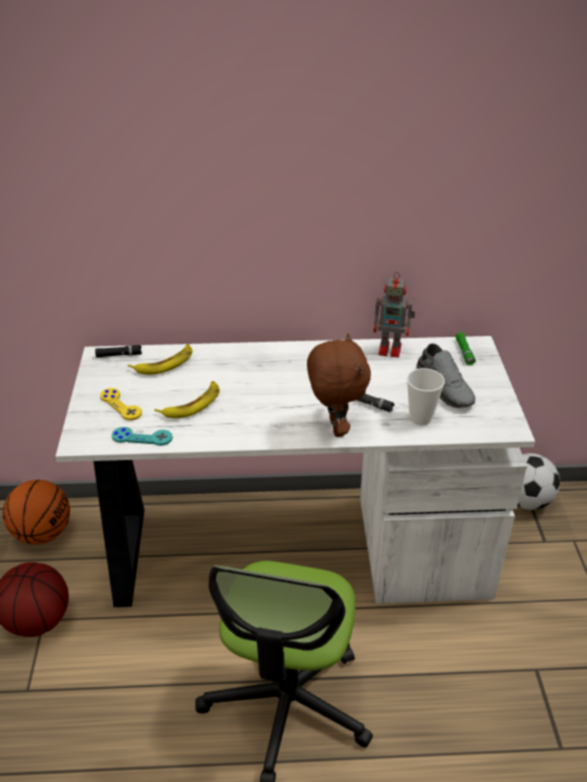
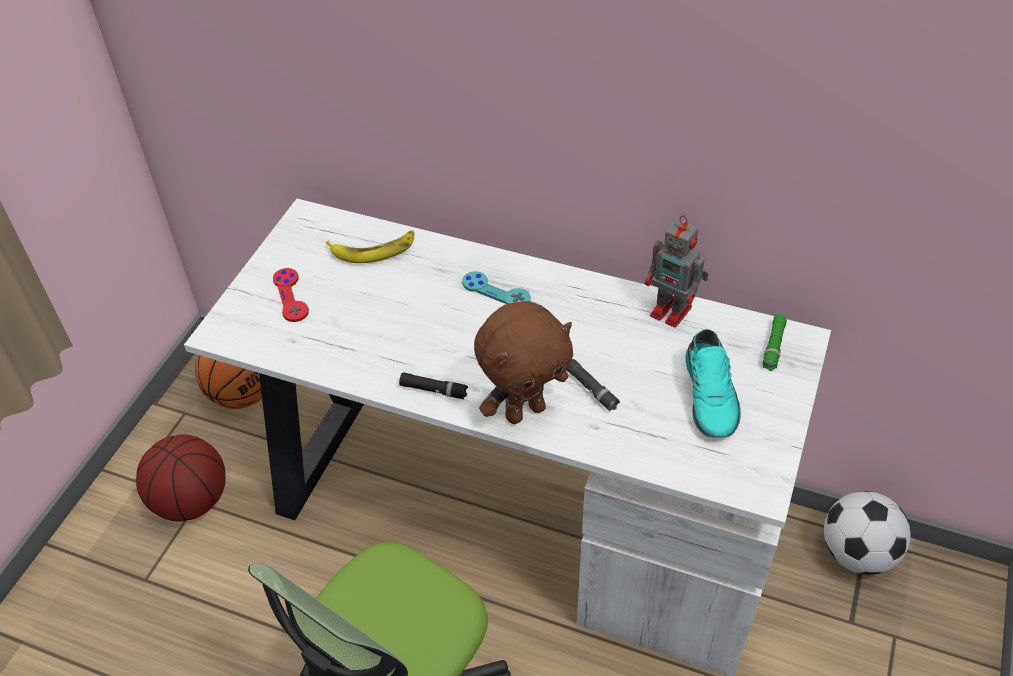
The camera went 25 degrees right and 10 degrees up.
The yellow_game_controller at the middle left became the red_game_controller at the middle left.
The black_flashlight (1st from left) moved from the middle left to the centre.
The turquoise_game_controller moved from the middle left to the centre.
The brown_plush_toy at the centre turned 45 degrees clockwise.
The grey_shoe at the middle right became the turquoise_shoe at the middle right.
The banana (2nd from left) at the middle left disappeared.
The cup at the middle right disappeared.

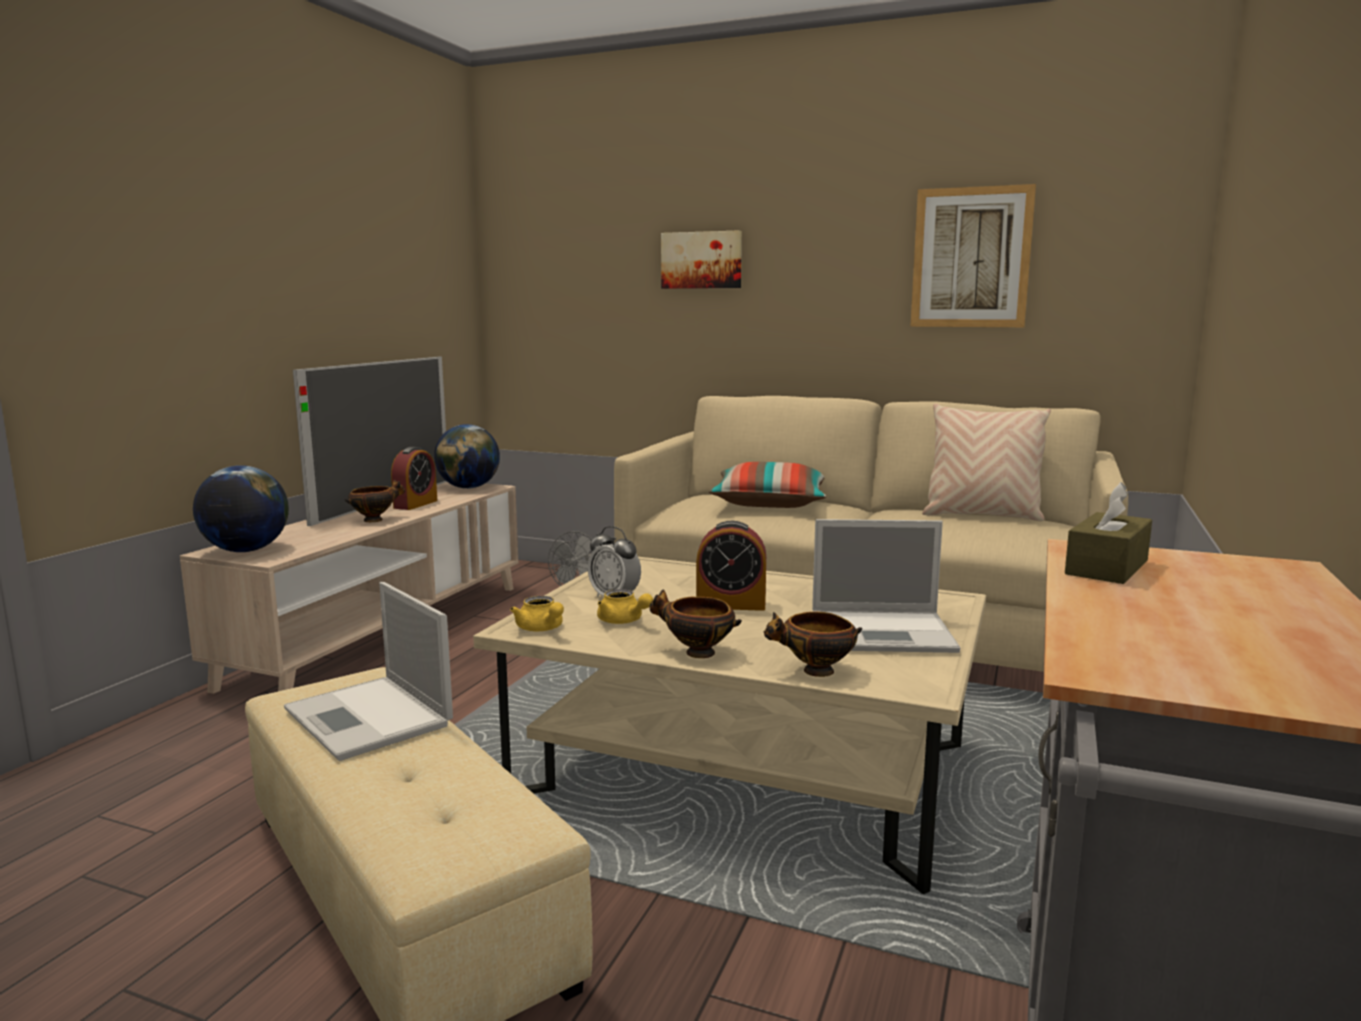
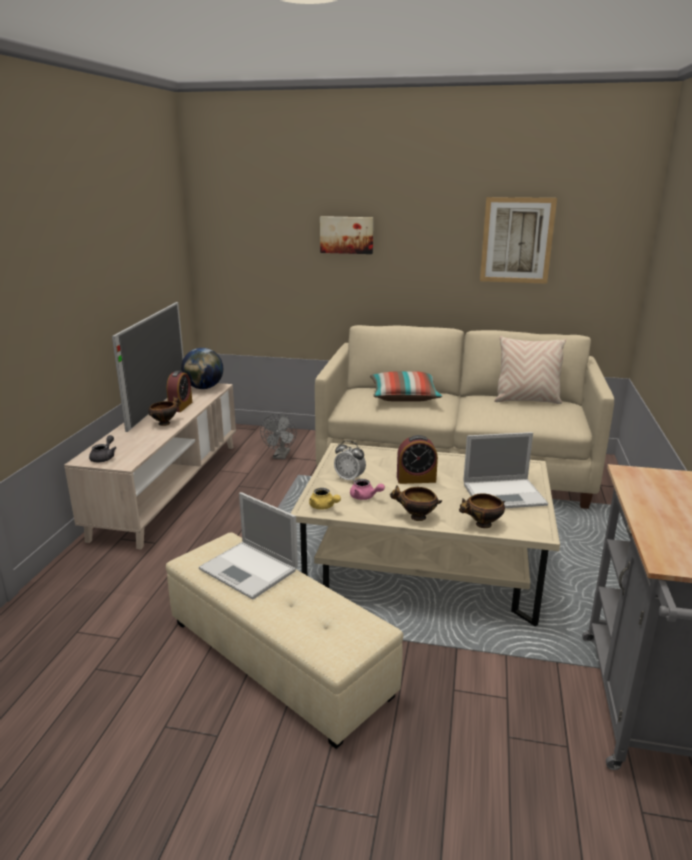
The camera went 10 degrees left and 10 degrees up.
The globe (1st from left) at the middle left was replaced by the grey_teapot at the middle left.
The yellow_teapot (2nd from left) at the centre became the pink_teapot at the centre.
The brown_tissue_box at the middle right disappeared.

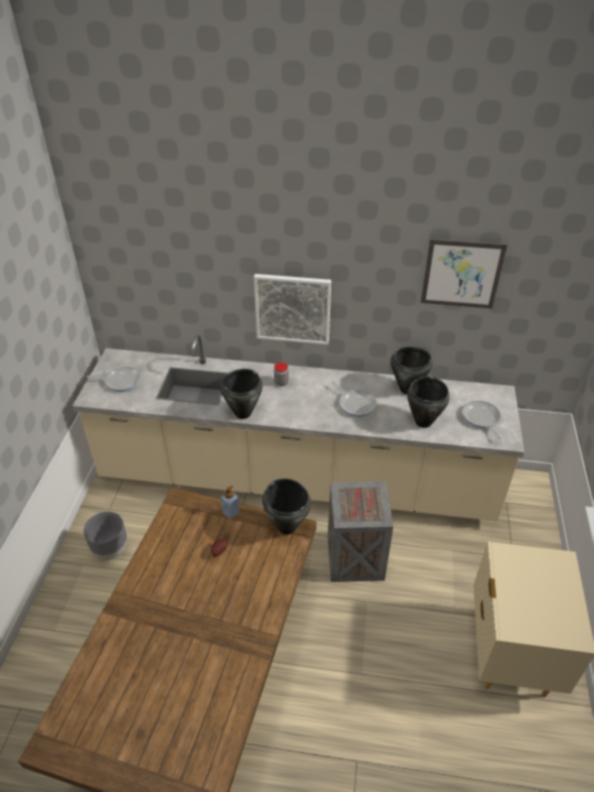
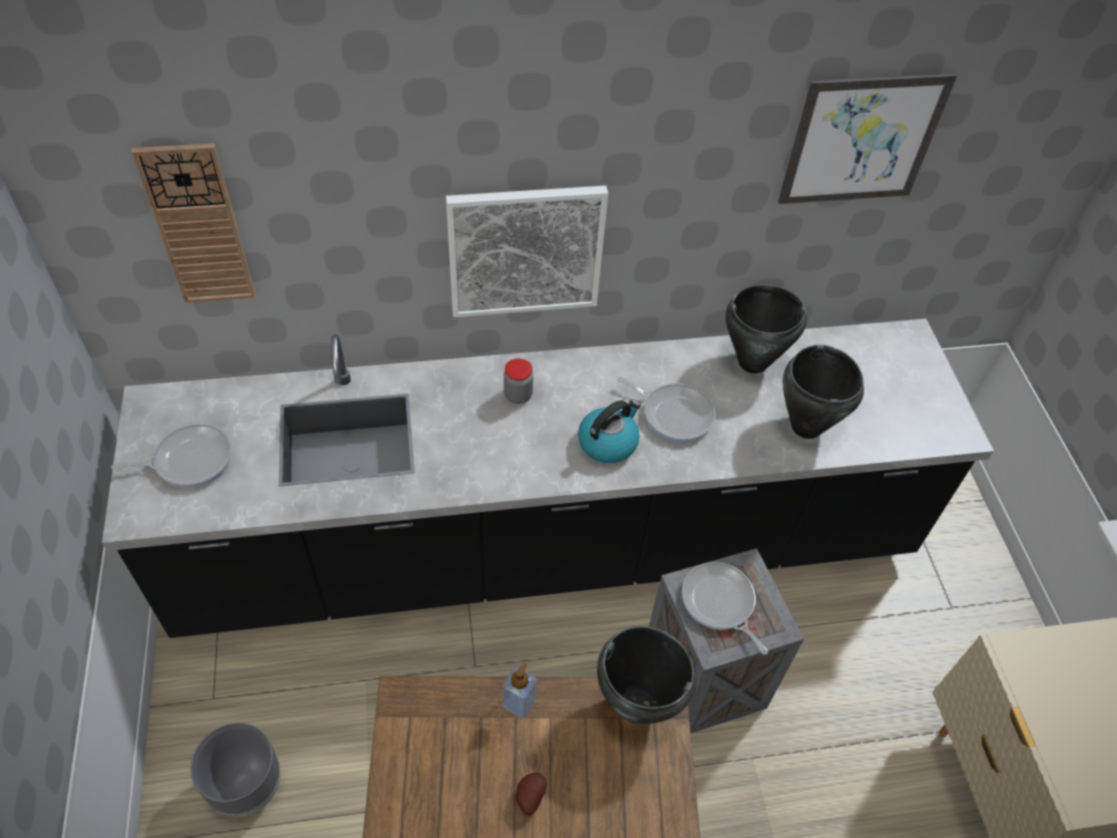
The camera went 20 degrees left and 10 degrees up.
The beige_counter at the centre became the black_counter at the centre.
The wall_clock at the top left appeared.
The kettle at the centre appeared.
The frying_pan (3rd from left) moved from the middle right to the bottom centre.
The black_cooking_pot (1st from left) at the centre disappeared.

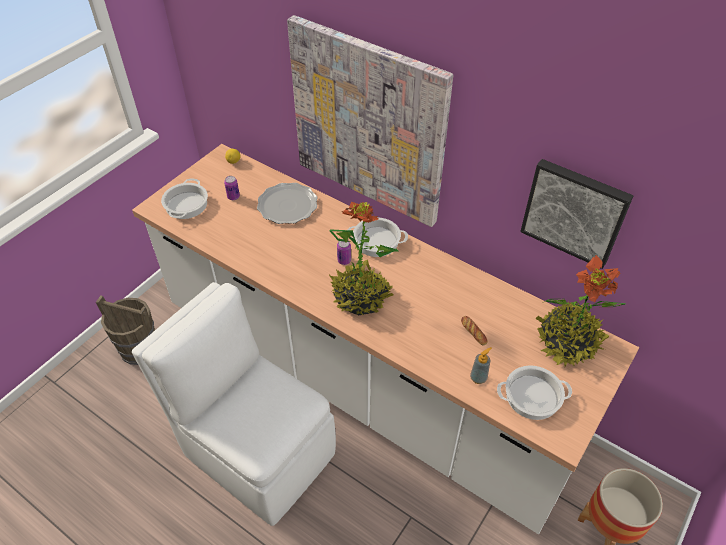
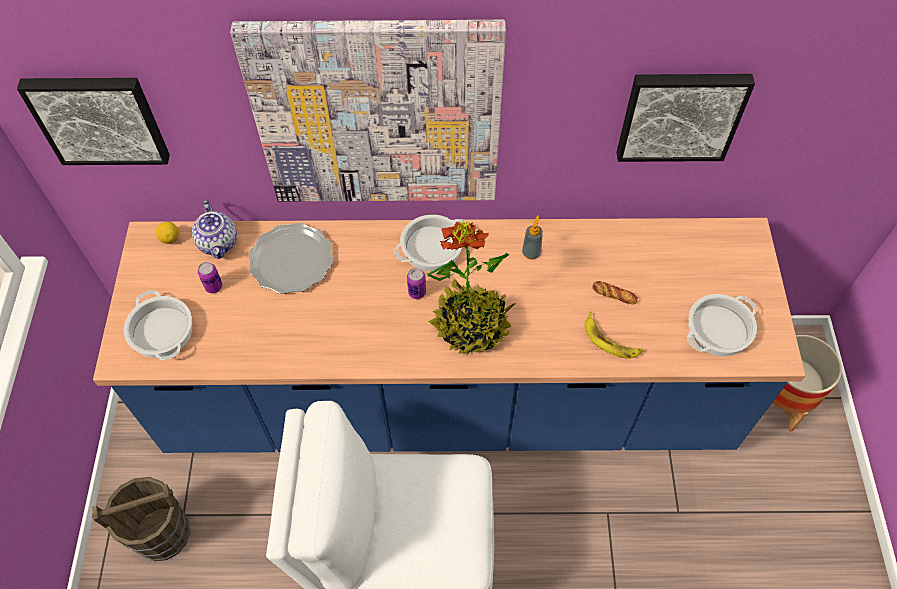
The camera went 35 degrees left and 10 degrees up.
The picture (1st from left) at the top left appeared.
The white_counter at the centre became the blue_counter at the centre.
The teapot at the middle left appeared.
The soap_dispenser moved from the bottom centre to the centre.
The banana at the middle right appeared.
The potted_plant (2nd from left) at the middle right disappeared.

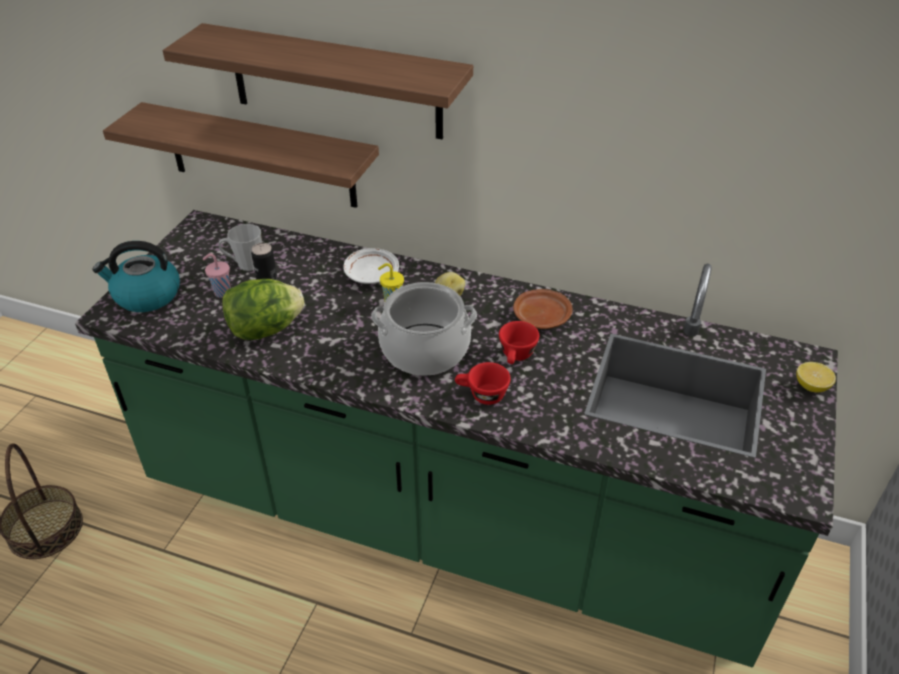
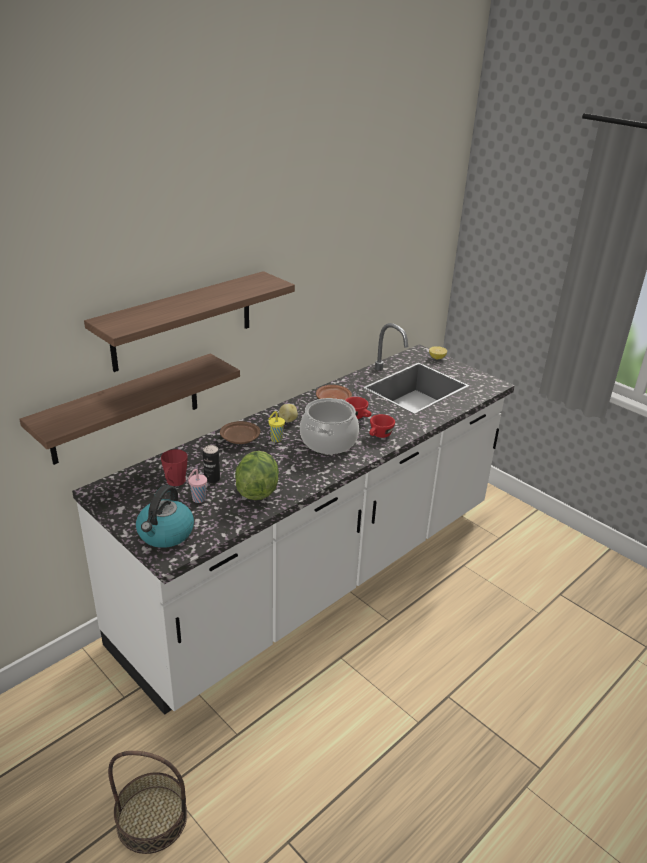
The camera went 65 degrees left and 10 degrees down.
The green_counter at the centre became the white_counter at the centre.
The grey_mug at the middle left became the red_mug at the middle left.
The white_plate at the centre became the brown_plate (1st from left) at the centre.

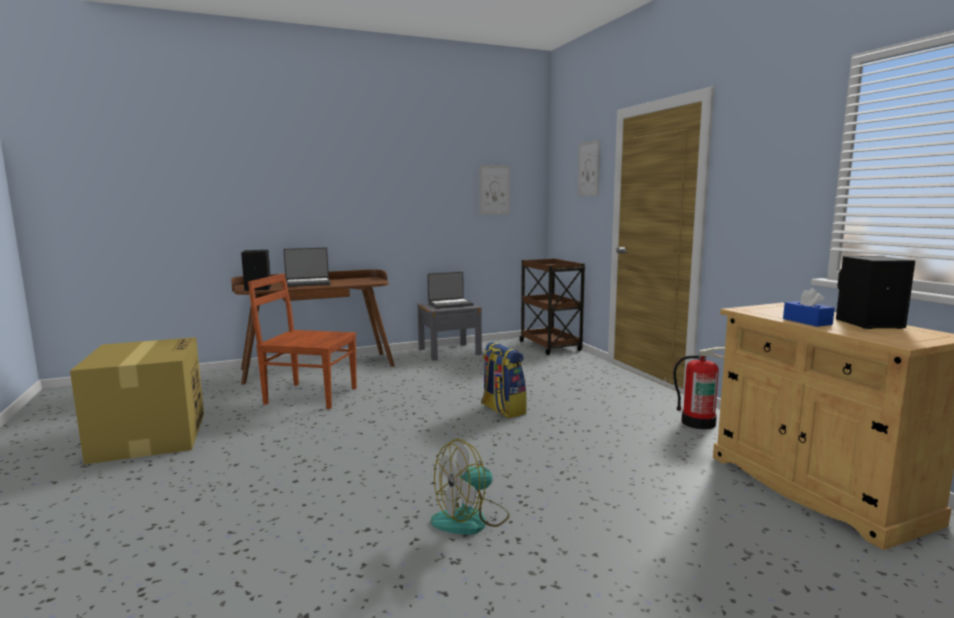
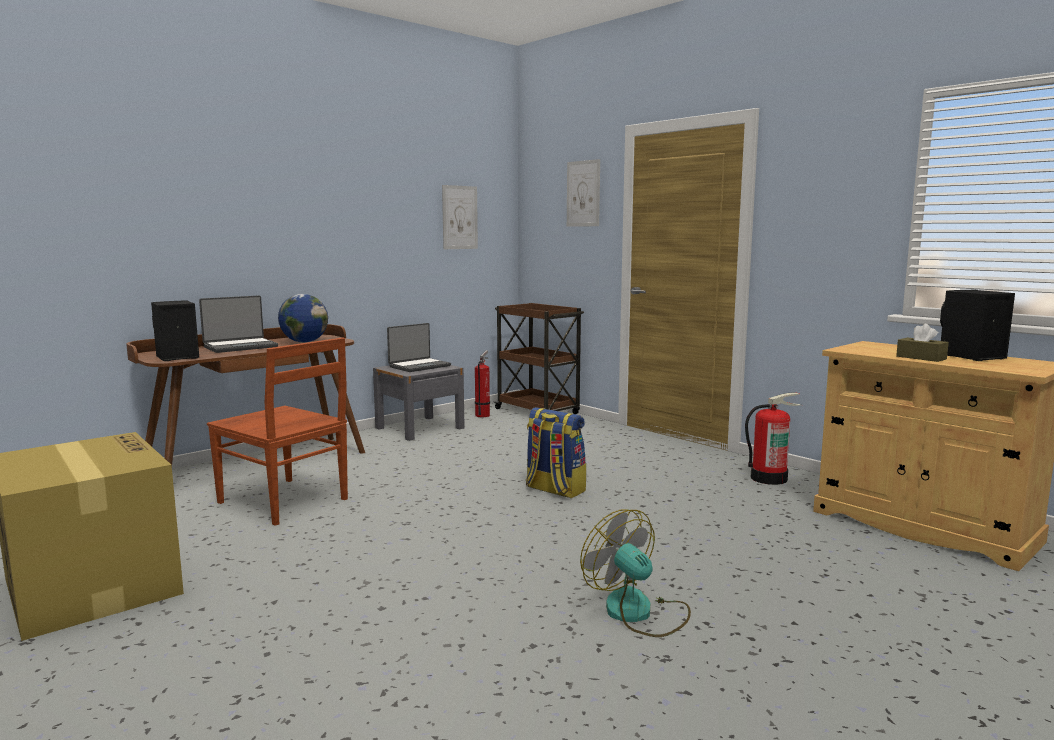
The camera went 20 degrees left and 0 degrees up.
The brown_chair at the middle left turned 135 degrees counterclockwise.
The globe at the middle left appeared.
The fire_extinguisher (1st from left) at the centre appeared.
The fan at the bottom centre turned 105 degrees clockwise.
The blue_tissue_box at the middle right became the brown_tissue_box at the middle right.

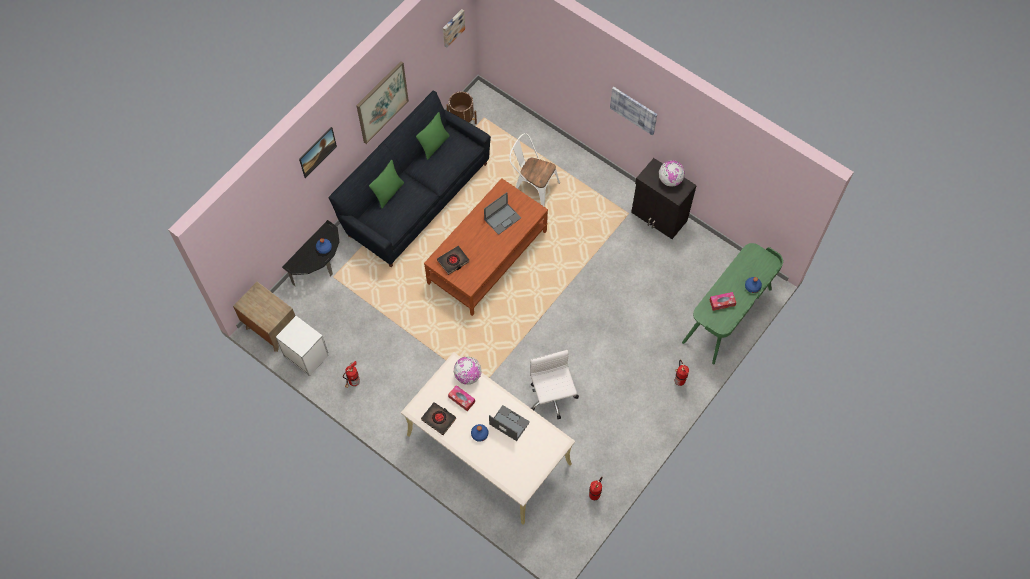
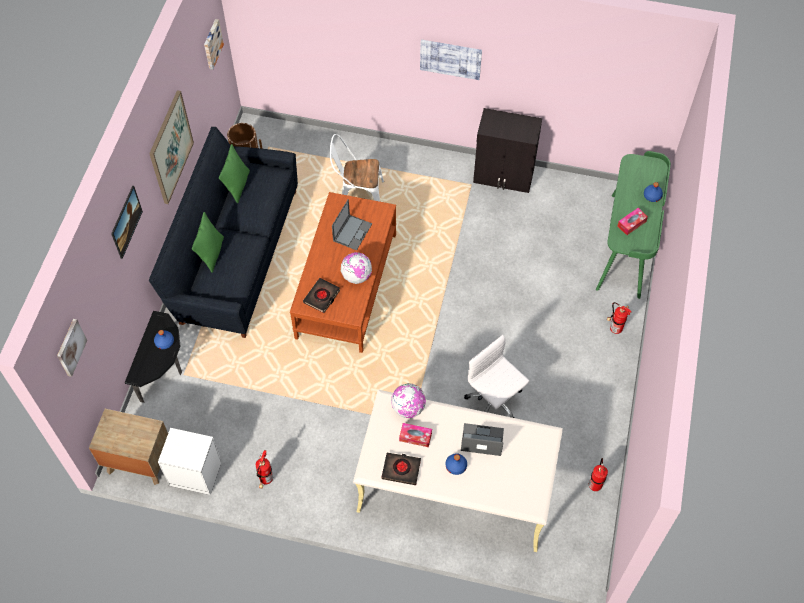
The camera went 25 degrees left and 5 degrees down.
The picture (1st from left) at the middle left appeared.
The globe (2nd from left in the first image) moved from the top centre to the centre.

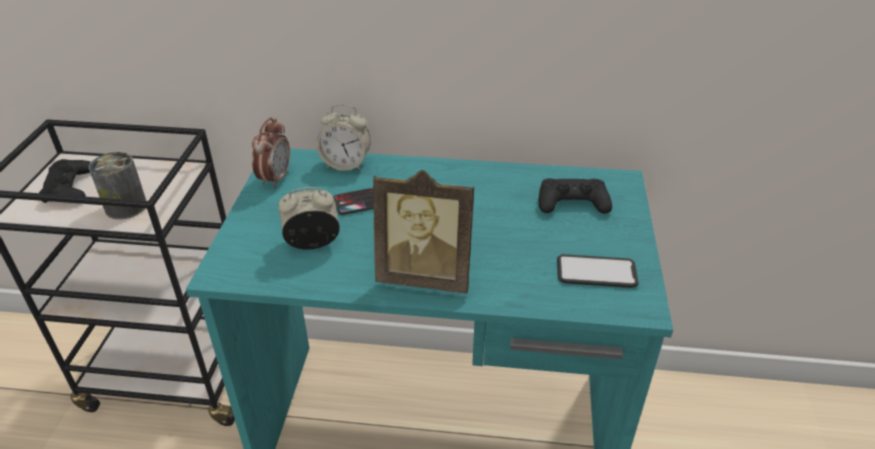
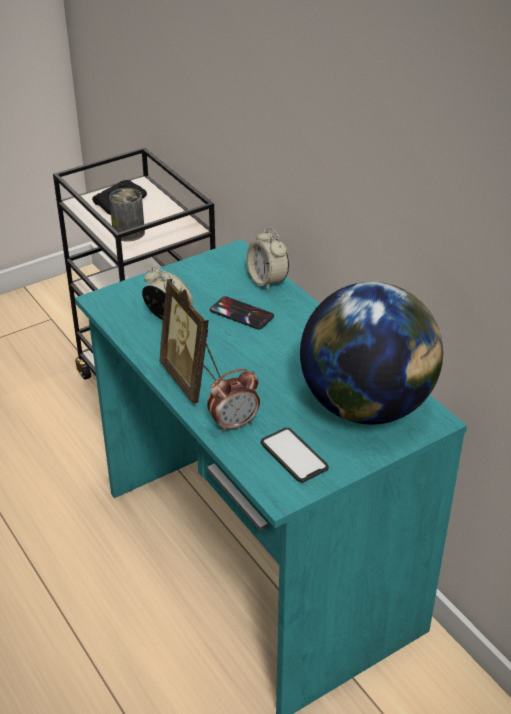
The camera went 50 degrees right and 0 degrees up.
The alarm_clock (1st from left in the first image) moved from the middle left to the centre.
The black_game_controller (2nd from left) at the centre was replaced by the globe at the middle right.

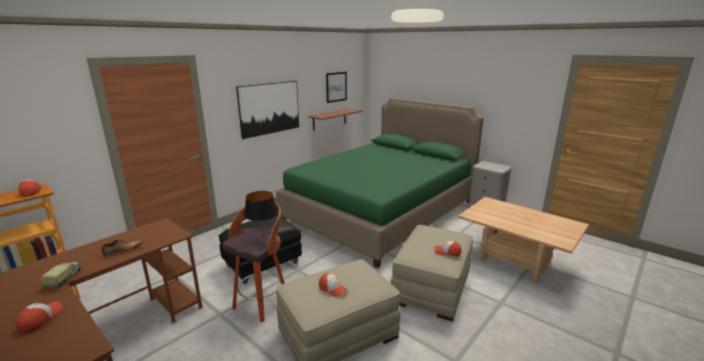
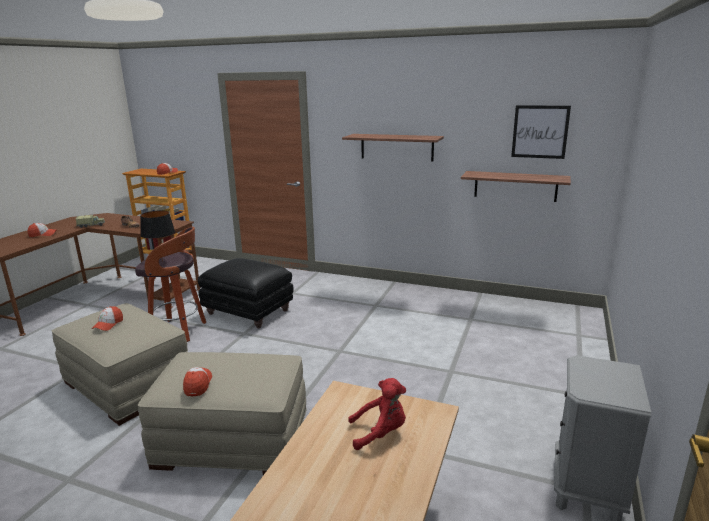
The camera went 70 degrees right and 0 degrees up.
The picture (1st from left) at the top centre was replaced by the shelf (1st from left) at the top centre.
The red_plush_toy at the bottom centre appeared.
The green_bed at the centre disappeared.

